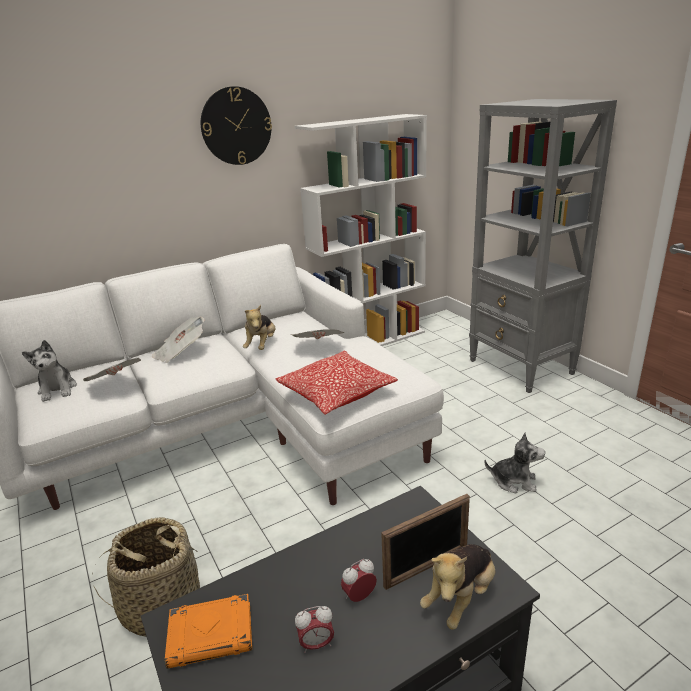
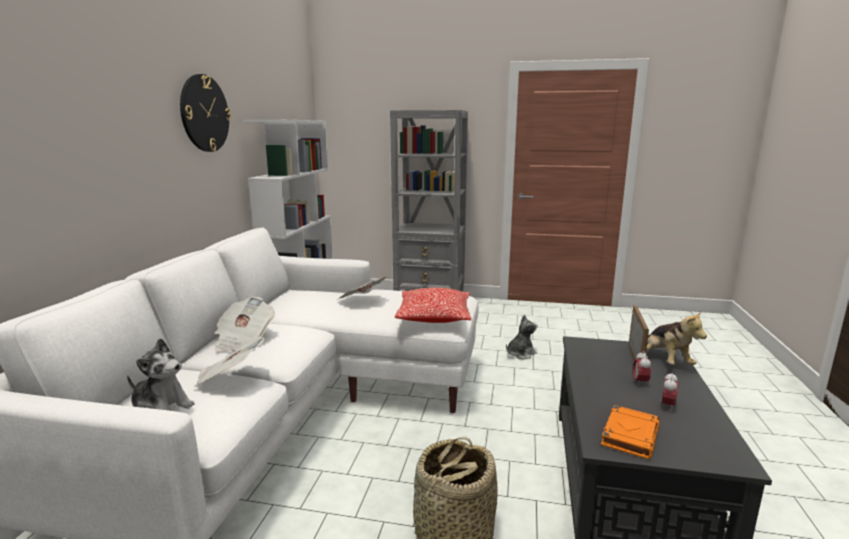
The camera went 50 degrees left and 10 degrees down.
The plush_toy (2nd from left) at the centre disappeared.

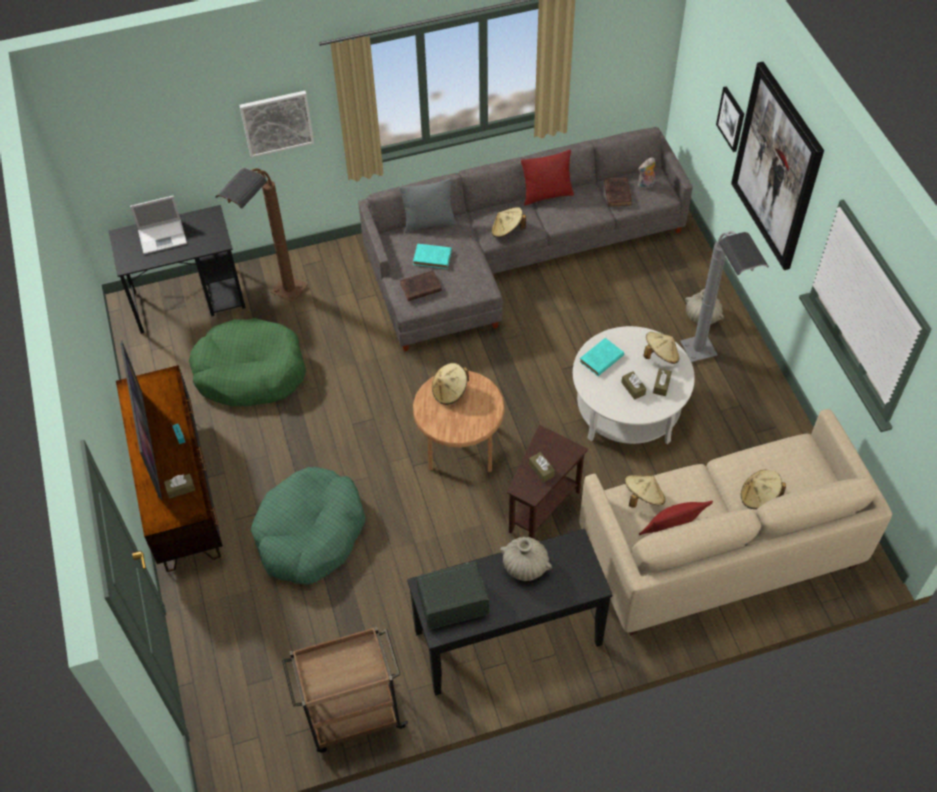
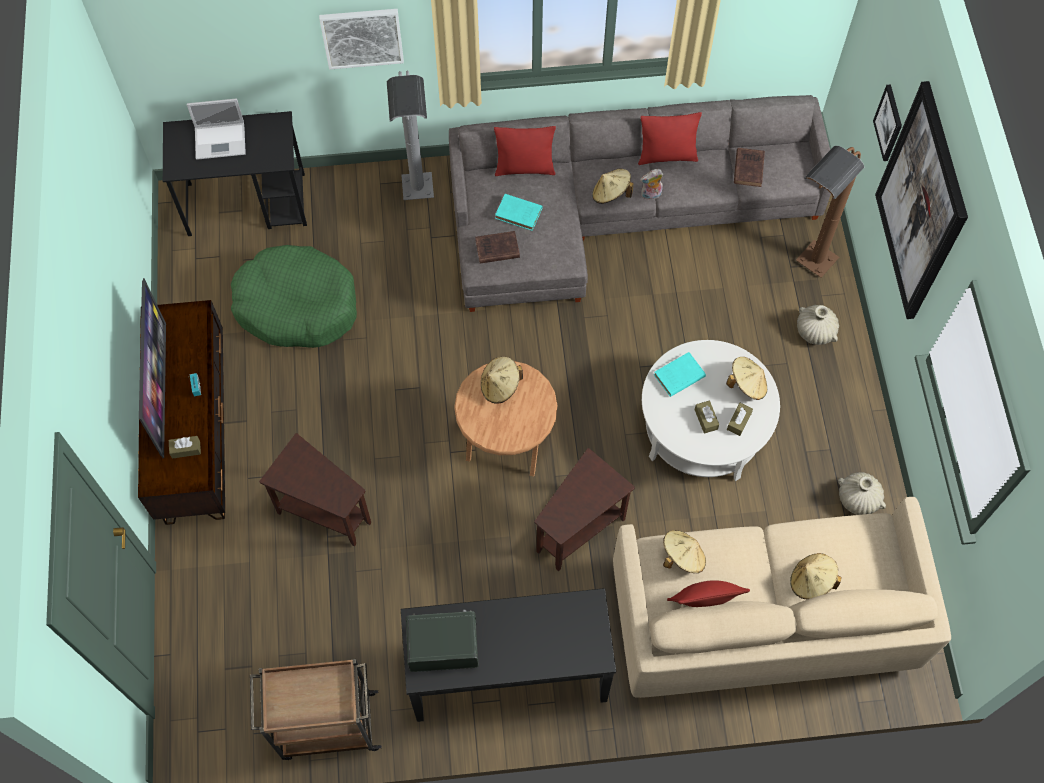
The camera went 10 degrees right and 10 degrees up.
The green_dog_bed (2nd from left) at the middle left was replaced by the brown_side_table (1st from left) at the middle left.
The grey_floor_lamp moved from the middle right to the top centre.
The grey_pillow at the top centre became the red_pillow (1st from left) at the top centre.
The plush_toy moved from the top right to the top centre.
The brown_floor_lamp moved from the top left to the top right.
The beige_vase (1st from left in the first image) moved from the bottom centre to the middle right.
The brown_tissue_box (2nd from left) at the centre disappeared.

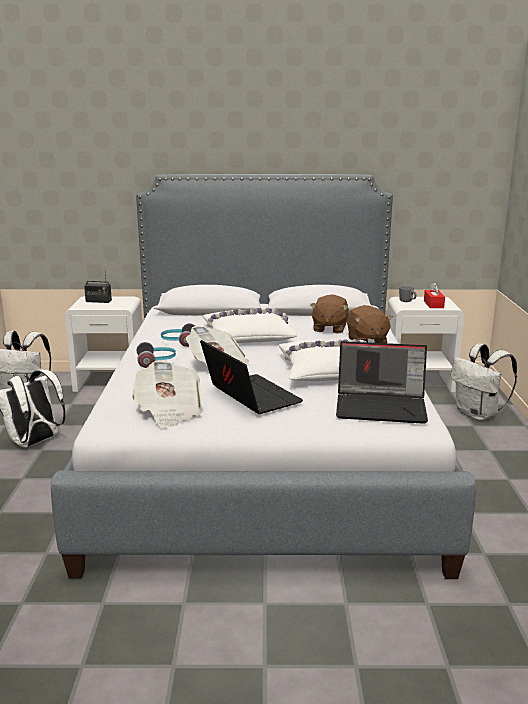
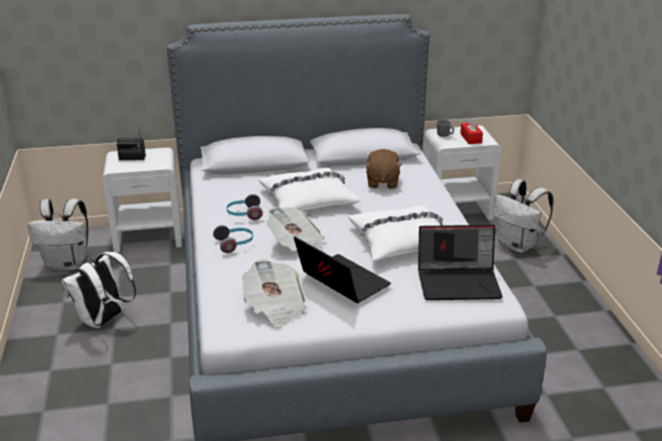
The camera went 10 degrees left and 10 degrees up.
The brown_plush_toy (2nd from left) at the middle right disappeared.

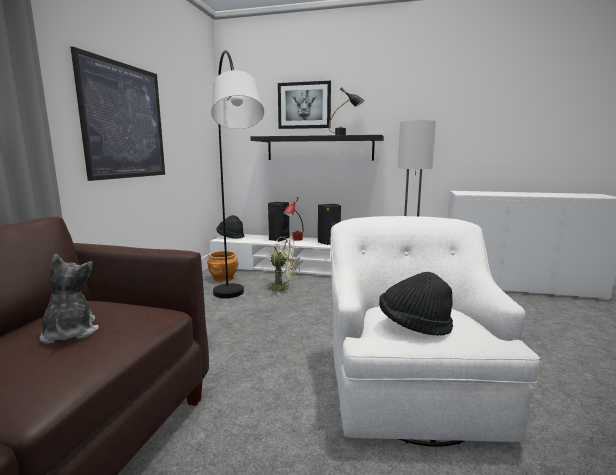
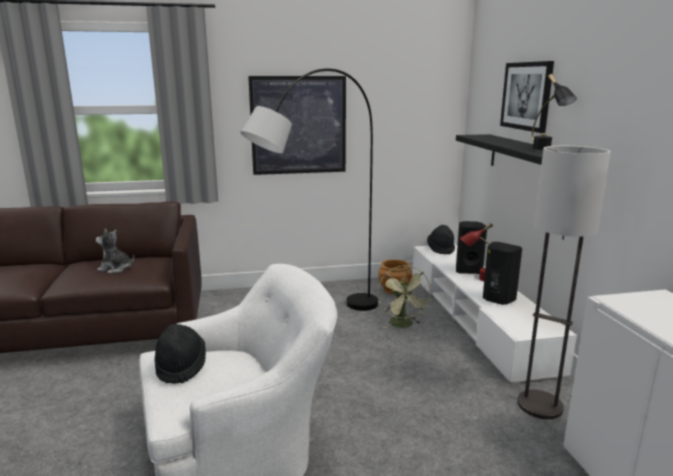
The camera went 65 degrees right and 5 degrees up.
The plush_toy at the middle left turned 120 degrees counterclockwise.

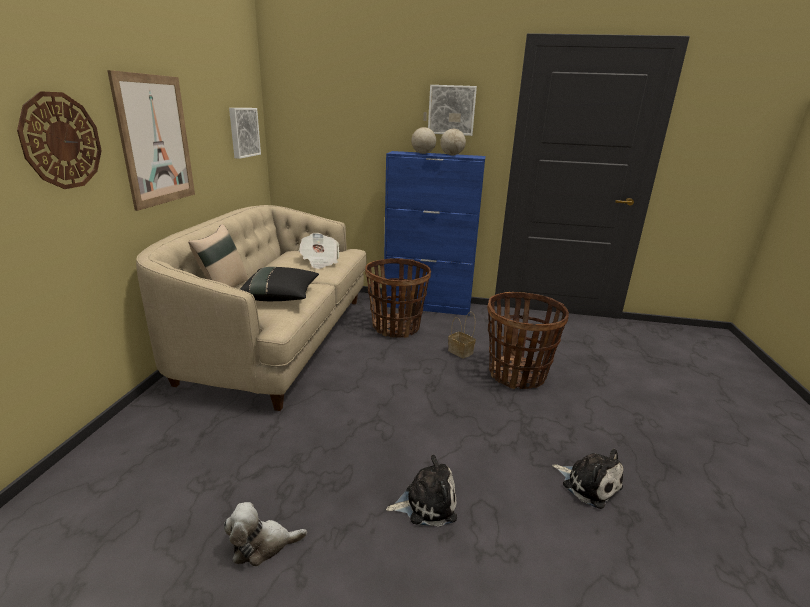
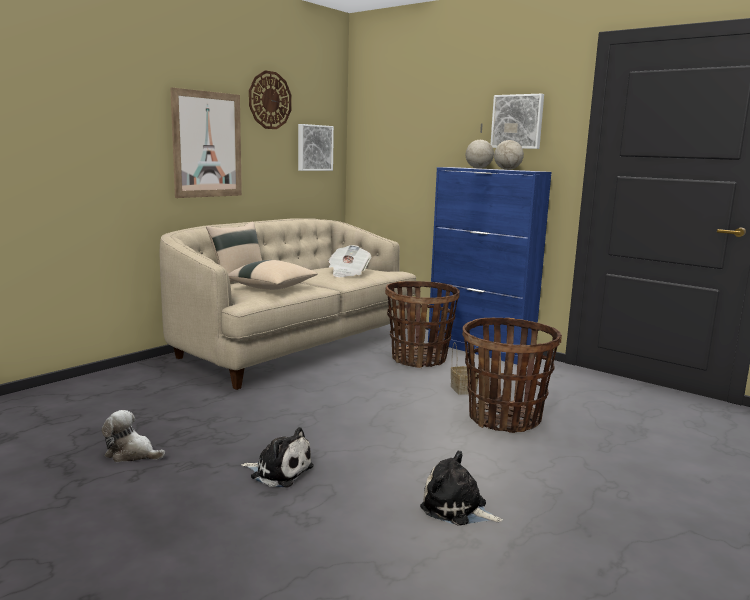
The camera went 30 degrees right and 10 degrees down.
The black_pillow at the centre became the beige_pillow (2nd from left) at the centre.
The wall_clock moved from the top left to the top centre.
The plush_toy (3rd from left) at the bottom right turned 135 degrees clockwise.

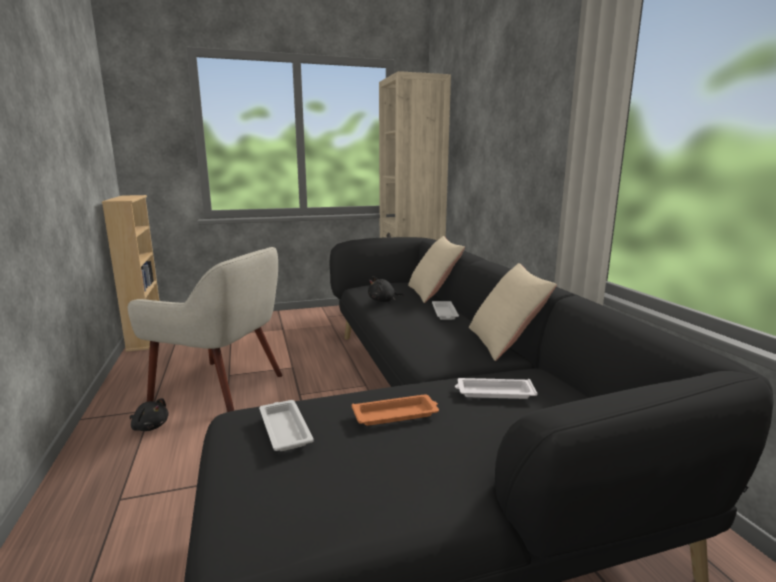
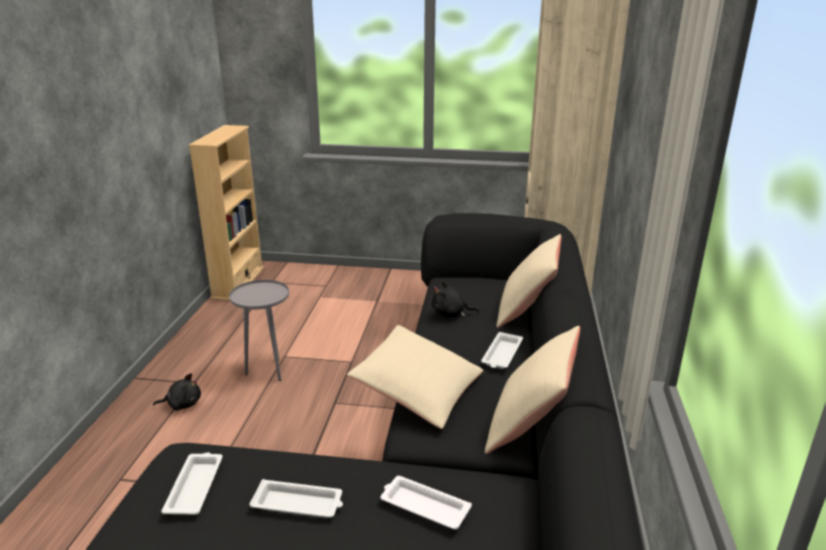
The camera went 25 degrees right and 10 degrees up.
The black_plush_toy (1st from left) at the bottom left turned 60 degrees counterclockwise.
The beige_armchair at the middle left was replaced by the grey_side_table at the middle left.
The orange_tray at the bottom centre became the white_tray (2nd from left) at the bottom centre.
The beige_pillow (1st from left) at the bottom centre appeared.

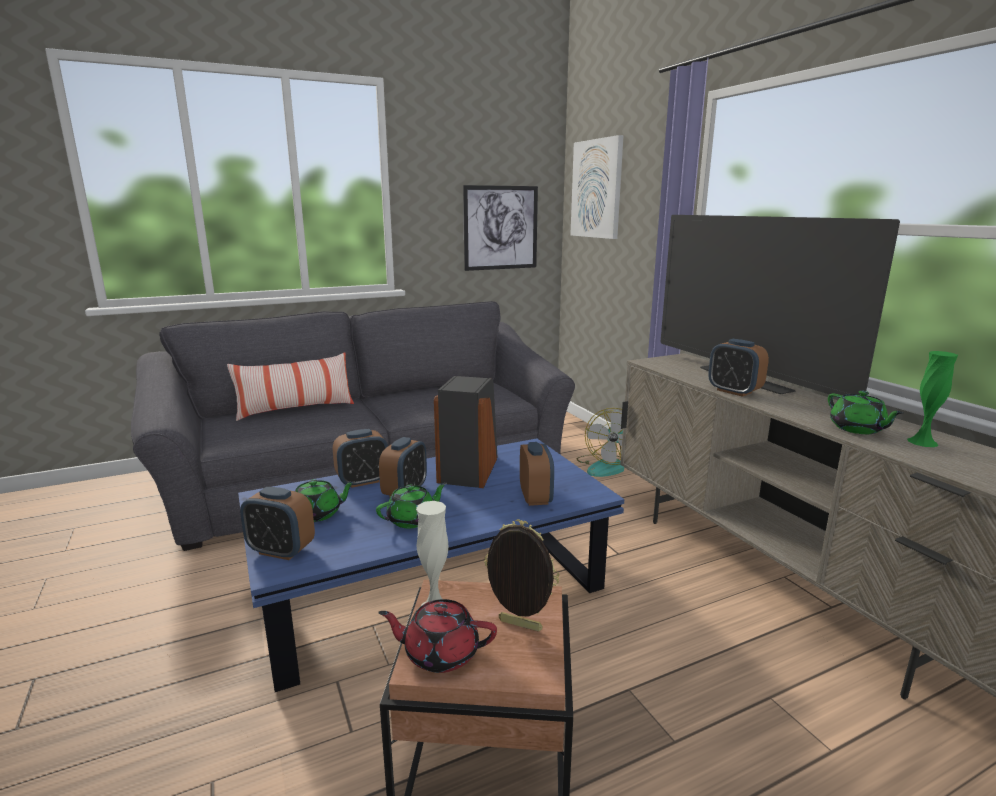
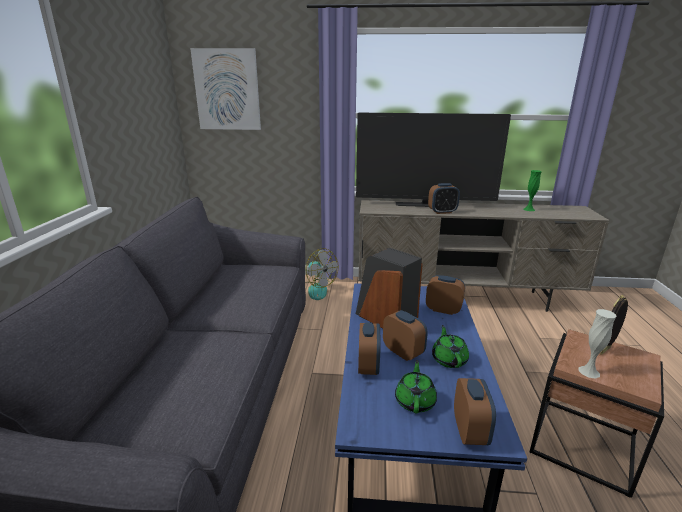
The camera went 60 degrees left and 5 degrees up.
The alarm_clock (1st from left in the first image) at the middle left turned 45 degrees counterclockwise.
The pillow at the middle left disappeared.
The red_teapot at the bottom centre disappeared.
The picture (1st from left) at the top centre disappeared.
The green_teapot (3rd from left) at the middle right disappeared.

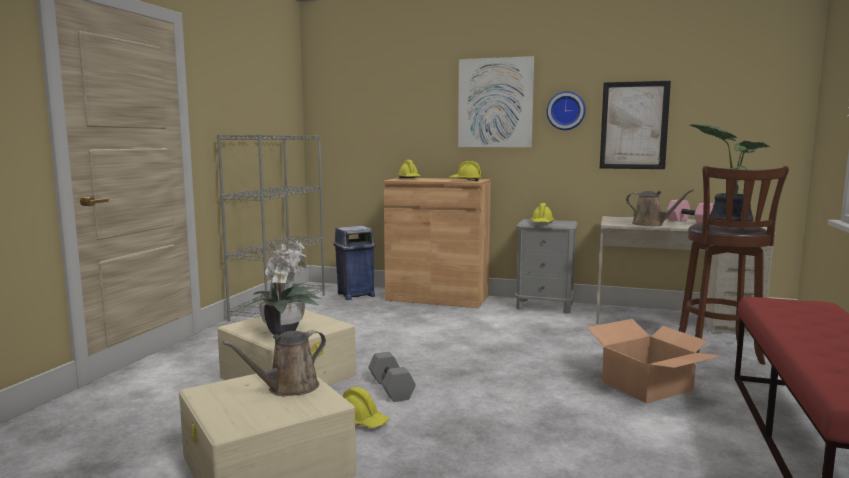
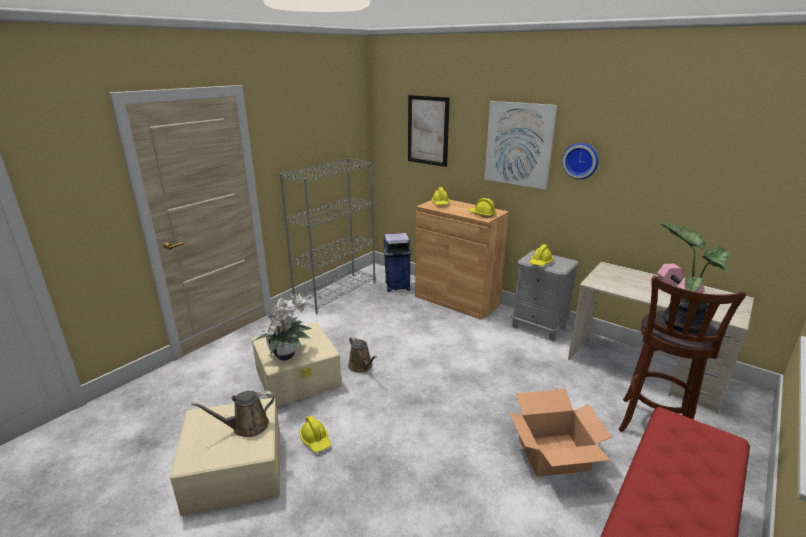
The camera went 20 degrees right and 15 degrees up.
The brown_watering_can (2nd from left) moved from the middle right to the centre.
The picture (2nd from left in the first image) moved from the top right to the top centre.
The grey_dumbbell at the bottom centre disappeared.

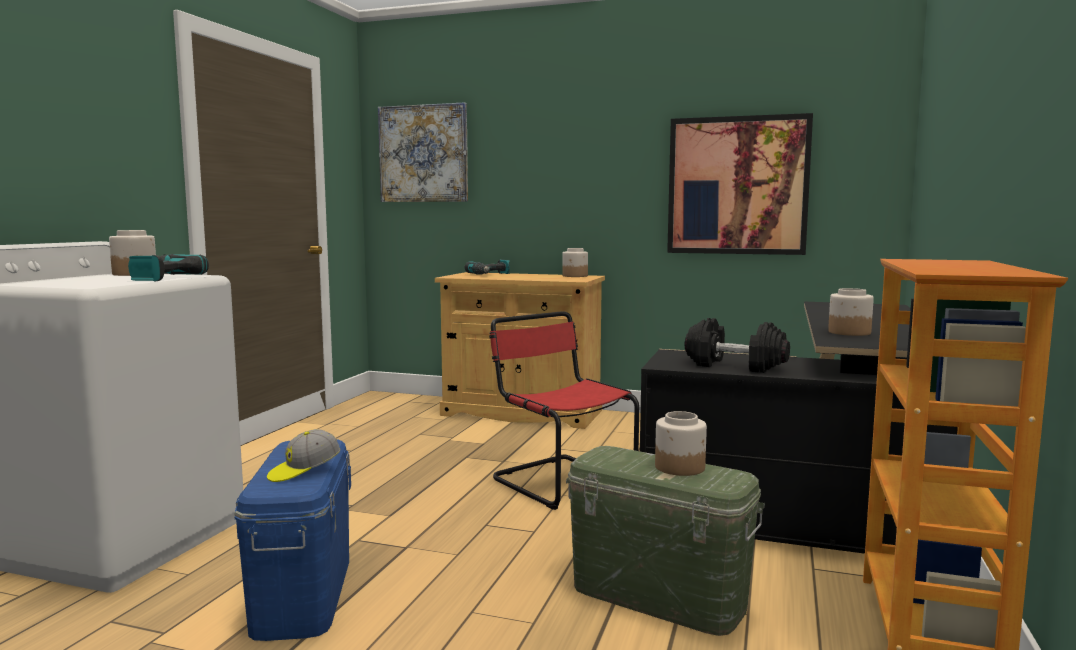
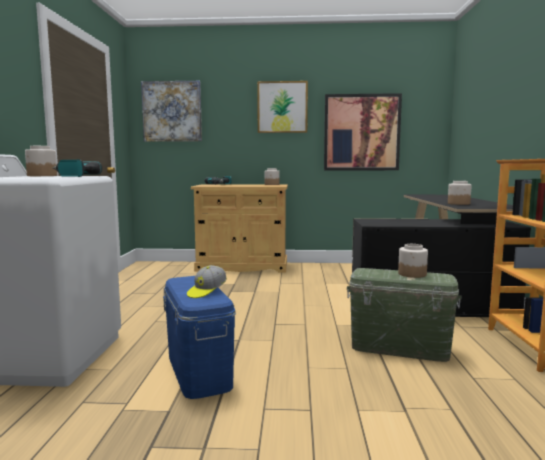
The camera went 15 degrees left and 0 degrees up.
The picture (2nd from left) at the top centre appeared.
The red_chair at the centre disappeared.
The black_dumbbell at the middle right disappeared.

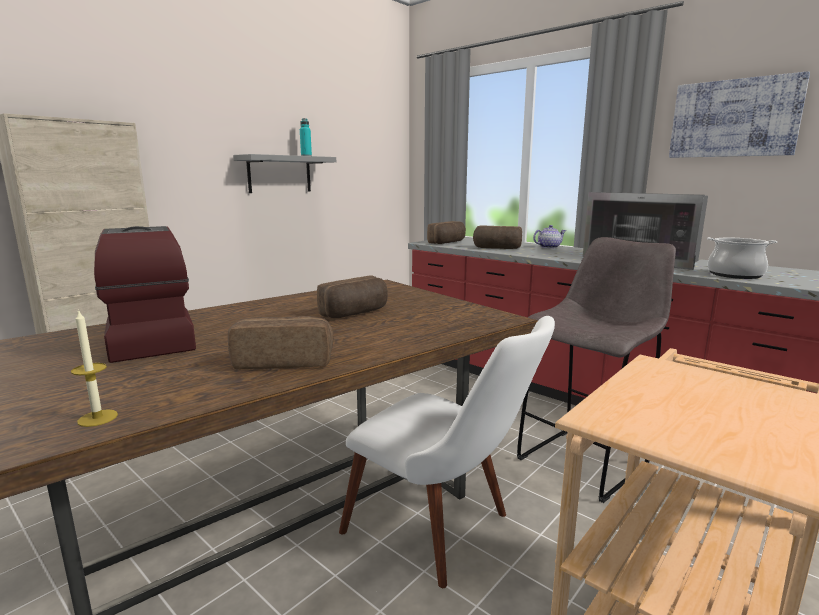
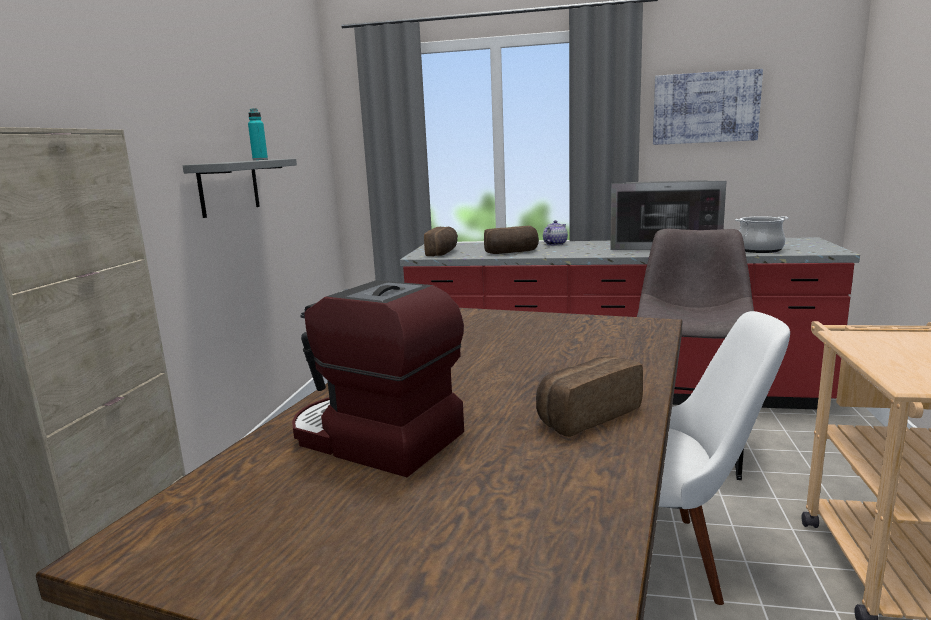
The camera went 30 degrees left and 0 degrees up.
The candle at the middle left disappeared.
The bread (2nd from left) at the centre disappeared.

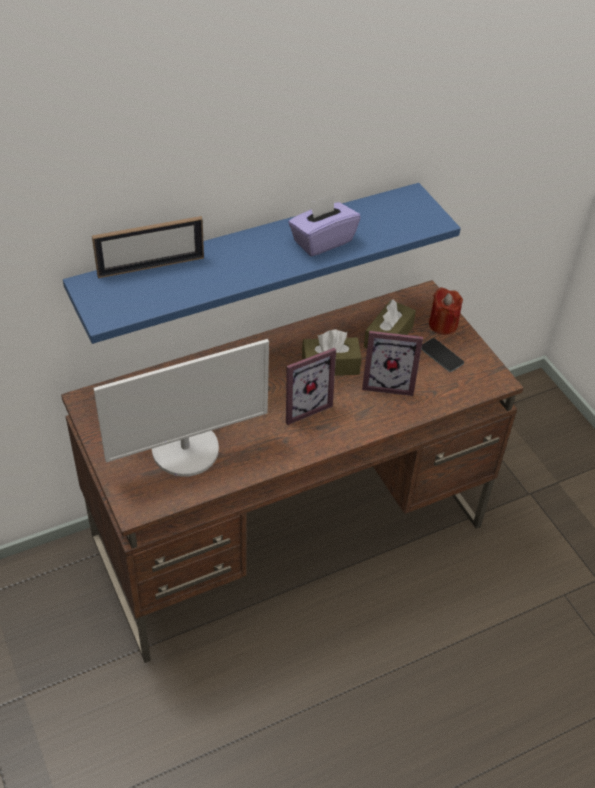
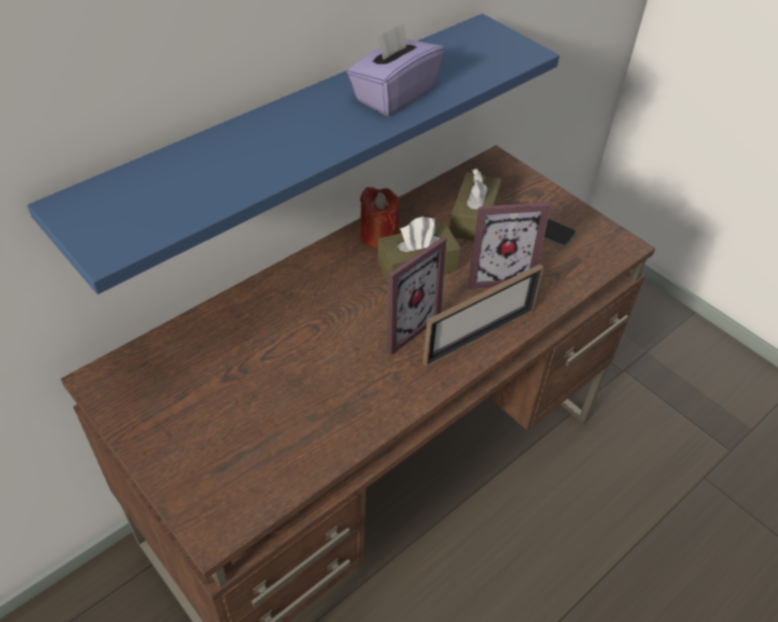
The camera went 15 degrees left and 0 degrees up.
The red_candle moved from the middle right to the centre.
The picture_frame (1st from left in the first image) moved from the top left to the centre.
The monitor at the middle left disappeared.

